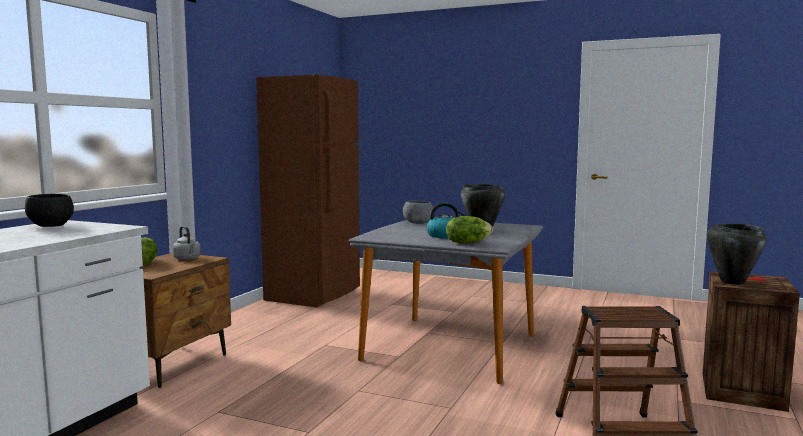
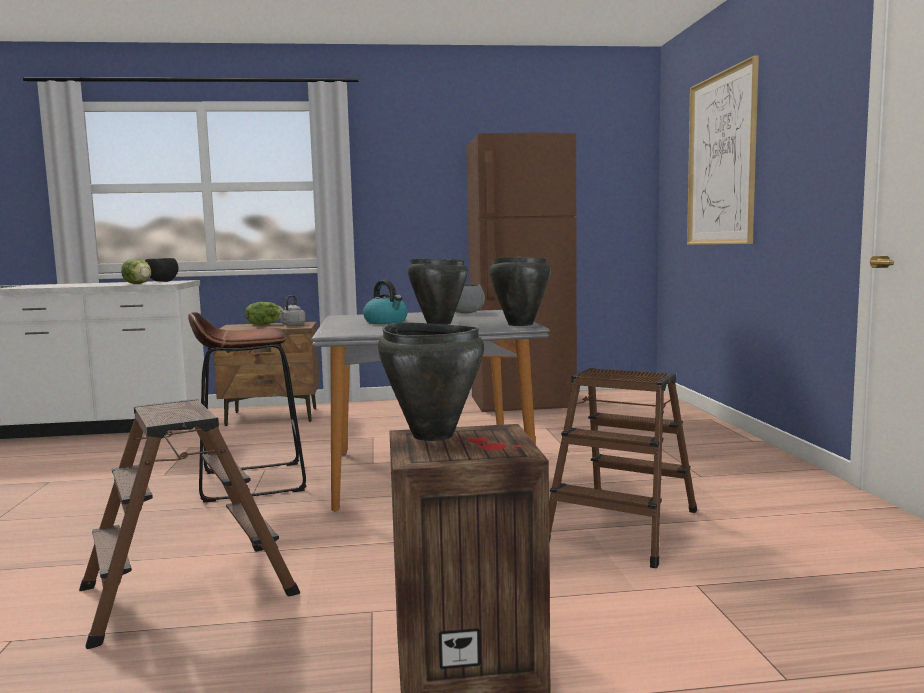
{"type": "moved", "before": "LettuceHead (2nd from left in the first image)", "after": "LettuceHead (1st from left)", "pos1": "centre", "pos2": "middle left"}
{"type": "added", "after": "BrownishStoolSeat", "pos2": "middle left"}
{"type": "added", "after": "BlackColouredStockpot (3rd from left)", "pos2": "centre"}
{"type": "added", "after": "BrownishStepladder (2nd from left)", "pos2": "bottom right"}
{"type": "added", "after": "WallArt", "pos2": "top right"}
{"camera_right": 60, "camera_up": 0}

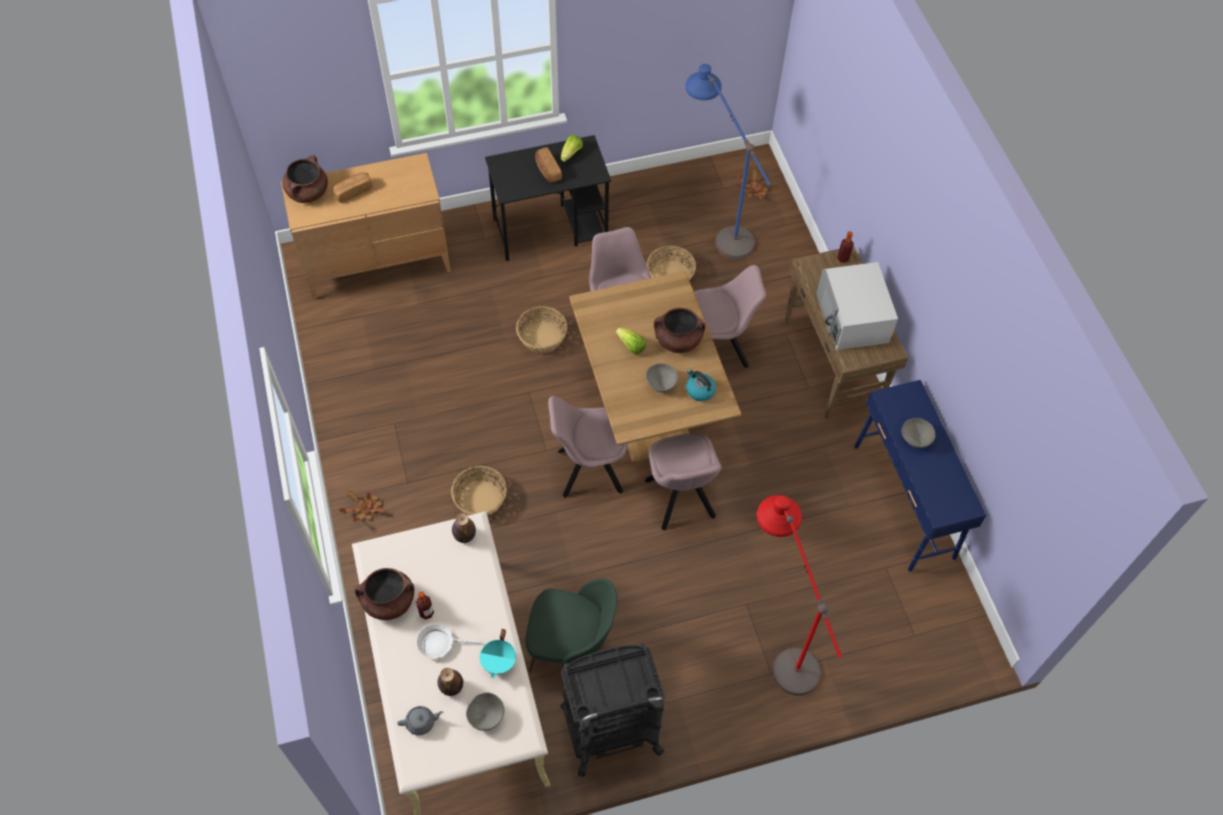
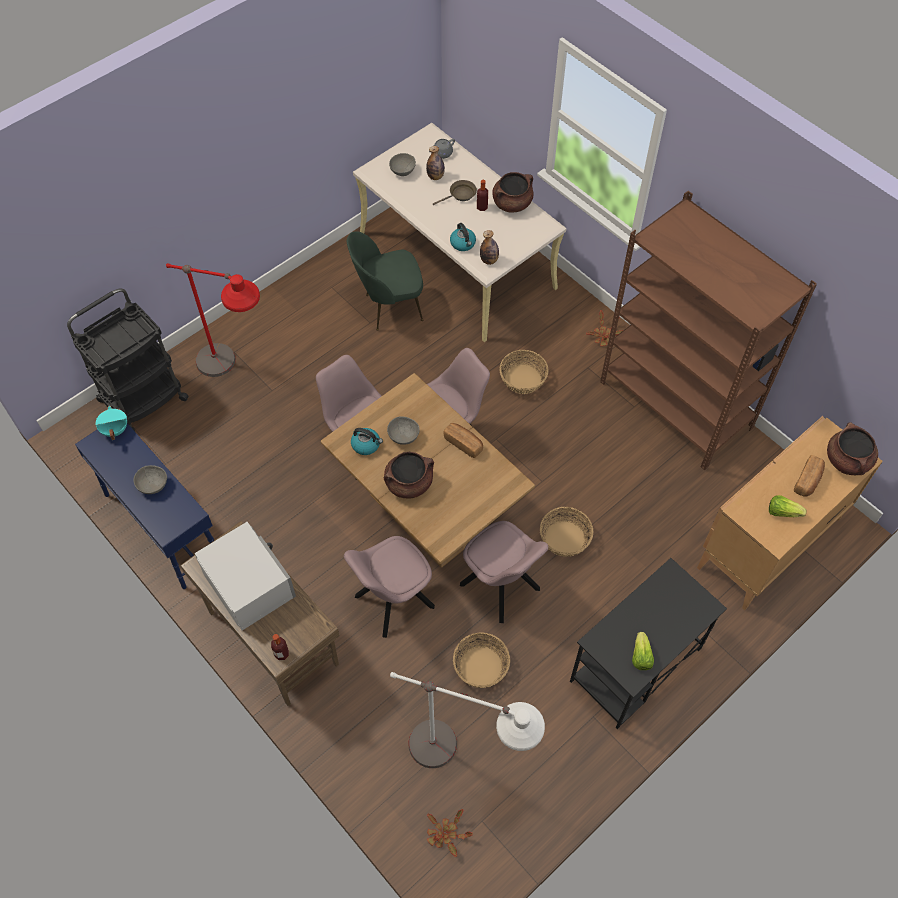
{"type": "recoloured", "before": "WhiteSkillet", "after": "BrownishSkillet", "pos1": "bottom centre", "pos2": "top centre"}
{"type": "moved", "before": "BlueGreenStockpot", "pos1": "bottom centre", "pos2": "middle left"}
{"type": "moved", "before": "Bread (2nd from left in the first image)", "after": "Bread (1st from left)", "pos1": "top centre", "pos2": "centre"}
{"type": "moved", "before": "BlackColouredTrolley", "pos1": "bottom centre", "pos2": "middle left"}
{"type": "moved", "before": "LettuceHead (2nd from left)", "pos1": "centre", "pos2": "middle right"}
{"type": "recoloured", "before": "BlueStandingLamp", "after": "WhiteStandingLamp", "pos1": "top centre", "pos2": "bottom centre"}
{"type": "added", "after": "TeaKettle (2nd from left)", "pos2": "top centre"}
{"type": "added", "after": "BrownishShelvingUnit", "pos2": "middle right"}
{"camera_right": 155, "camera_up": 0}

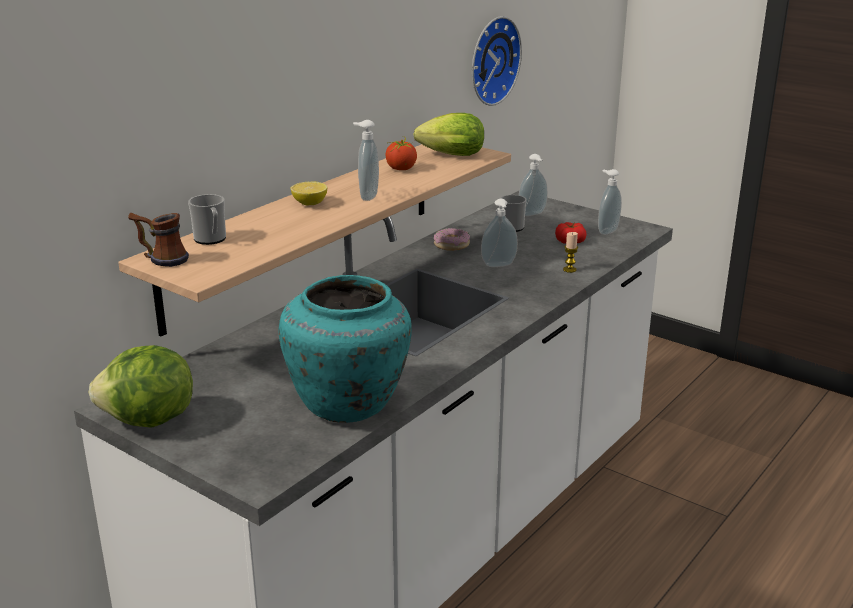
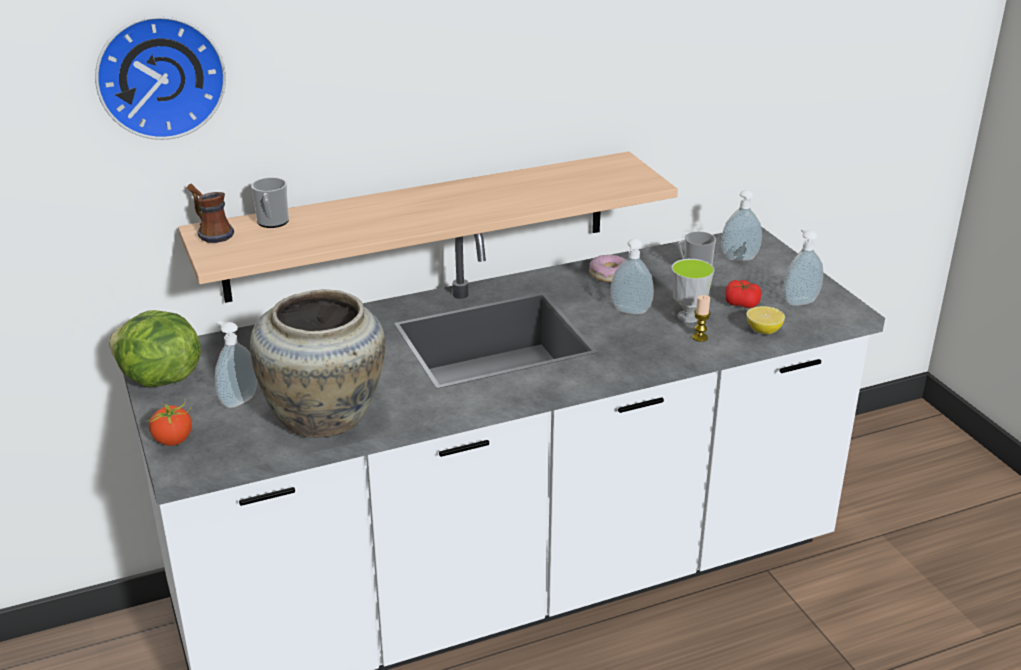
{"type": "recoloured", "before": "BlueGreenDecorativeVase", "after": "BeigeDecorativeVase", "pos1": "centre", "pos2": "middle left"}
{"type": "moved", "before": "CitrusFruit", "pos1": "top centre", "pos2": "middle right"}
{"type": "moved", "before": "SoapDispenser (1st from left)", "pos1": "top centre", "pos2": "middle left"}
{"type": "moved", "before": "FreshTomato (1st from left)", "pos1": "top centre", "pos2": "middle left"}
{"type": "removed", "before": "LettuceHead (2nd from left)", "pos1": "top centre"}
{"type": "moved", "before": "HangingClock", "pos1": "top centre", "pos2": "top left"}
{"type": "added", "after": "Cup", "pos2": "middle right"}
{"camera_right": 30, "camera_up": 5}

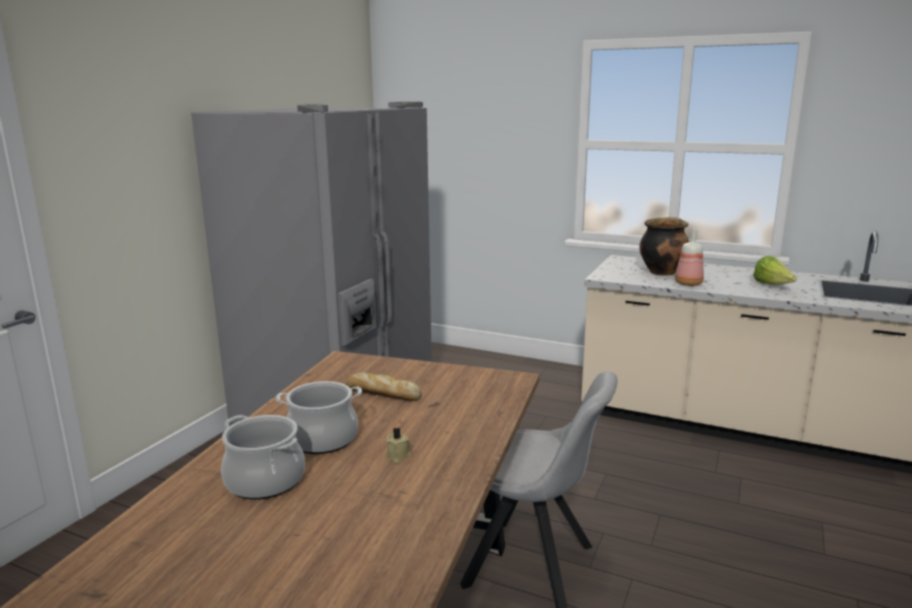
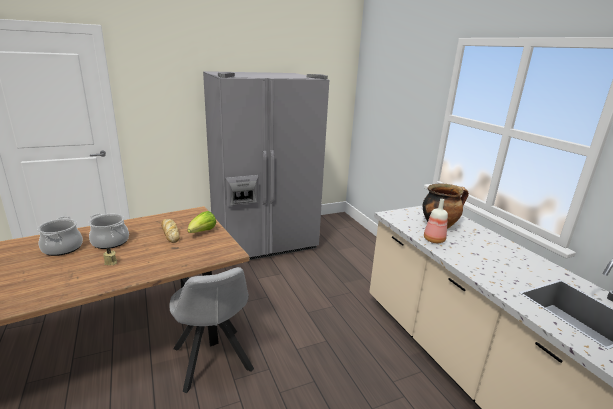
{"type": "moved", "before": "LettuceHead", "pos1": "middle right", "pos2": "middle left"}
{"camera_right": 40, "camera_up": 5}

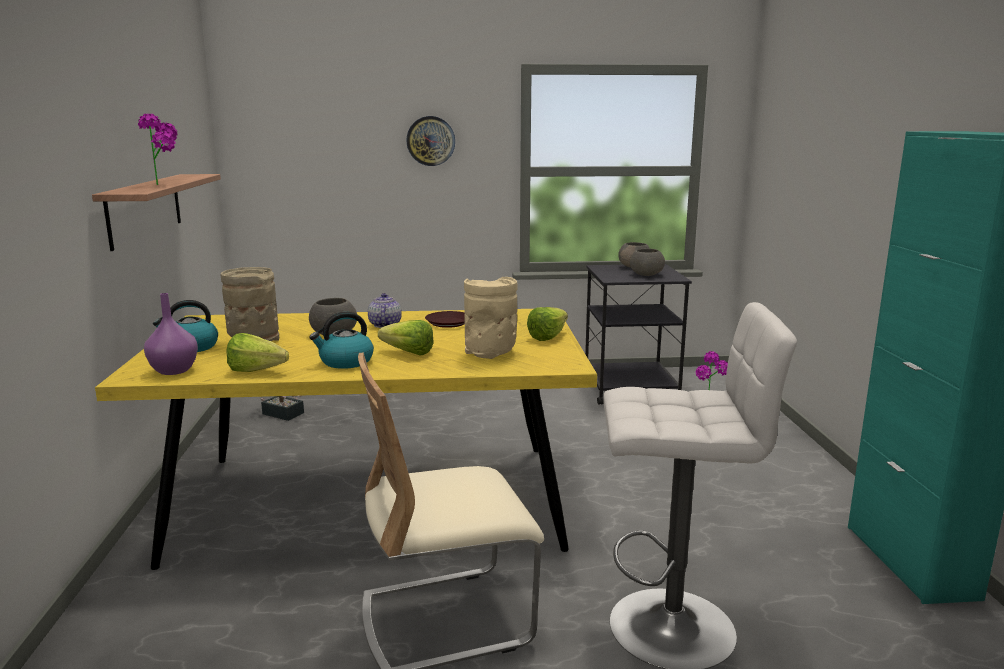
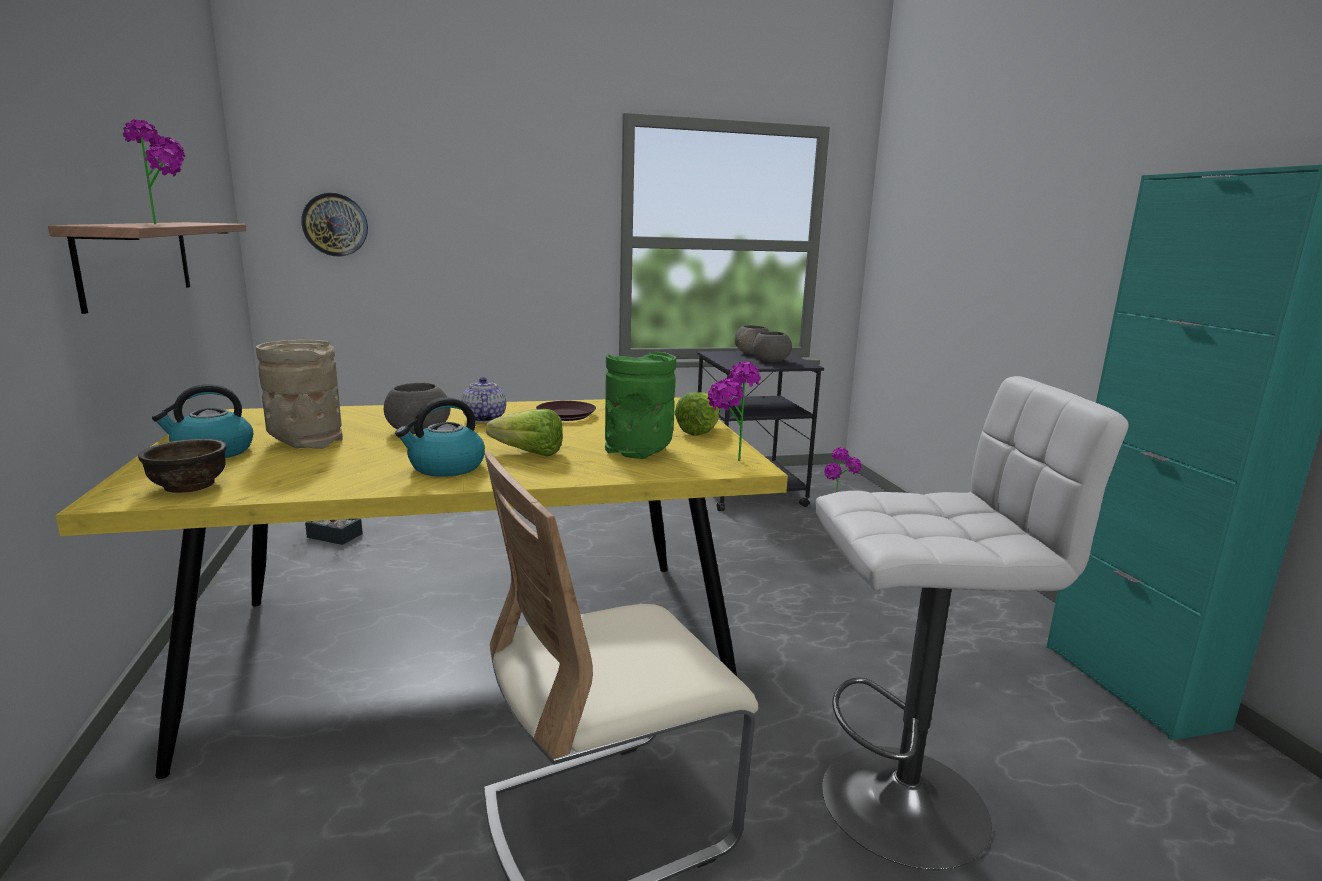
{"type": "replaced", "before": "PurpleColouredDecorativeVase", "after": "BrownishDeepDish", "pos1": "middle left", "pos2": "middle left"}
{"type": "removed", "before": "LettuceHead (1st from left)", "pos1": "middle left"}
{"type": "moved", "before": "HangingClock", "pos1": "top centre", "pos2": "top left"}
{"type": "recoloured", "before": "BeigeDecorativeVase (2nd from left)", "after": "GreenishDecorativeVase", "pos1": "centre", "pos2": "centre"}
{"type": "added", "after": "Houseplant (3rd from left)", "pos2": "centre"}
{"camera_right": -10, "camera_up": 0}

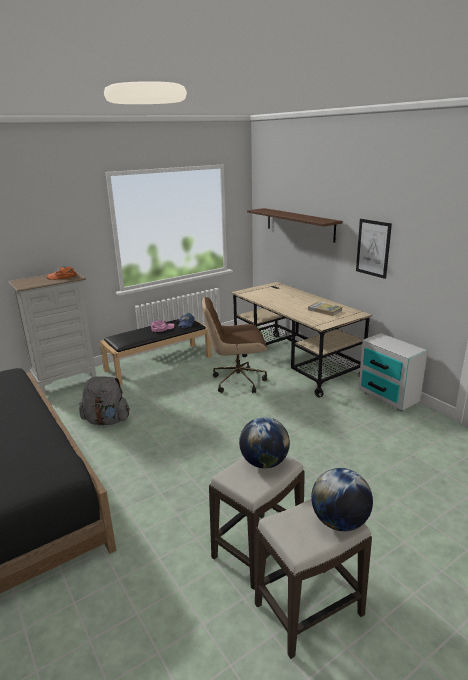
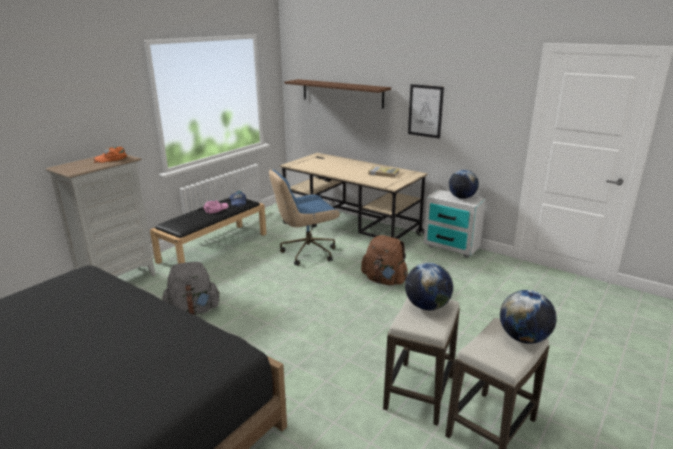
{"type": "recoloured", "before": "BrownishOfficeChair", "after": "BlueOfficeChair", "pos1": "centre", "pos2": "centre"}
{"type": "added", "after": "BrownishRucksack", "pos2": "centre"}
{"type": "added", "after": "DeskGlobe (2nd from left)", "pos2": "middle right"}
{"camera_right": -20, "camera_up": 0}

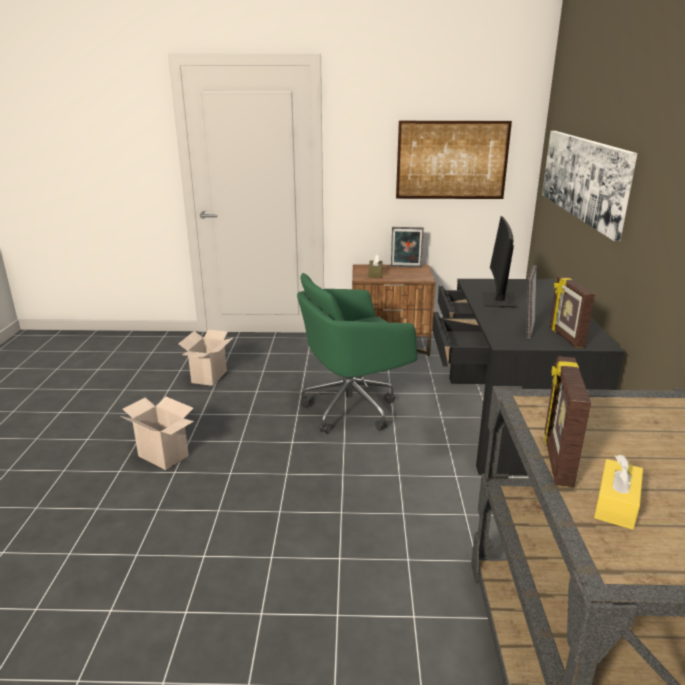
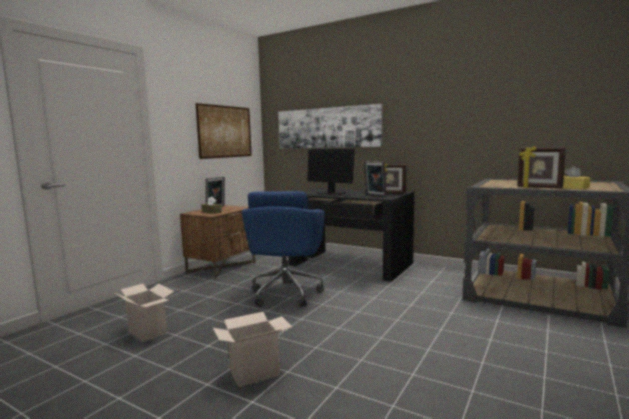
{"type": "recoloured", "before": "GreenishOfficeChair", "after": "BlueOfficeChair", "pos1": "centre", "pos2": "centre"}
{"camera_right": -60, "camera_up": -15}

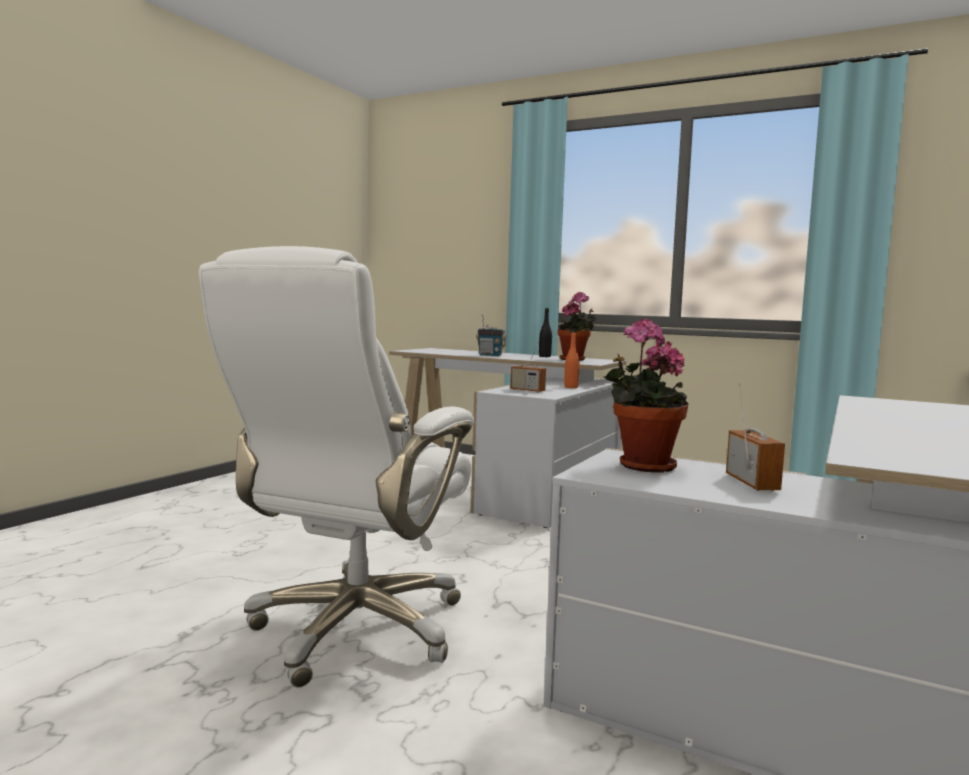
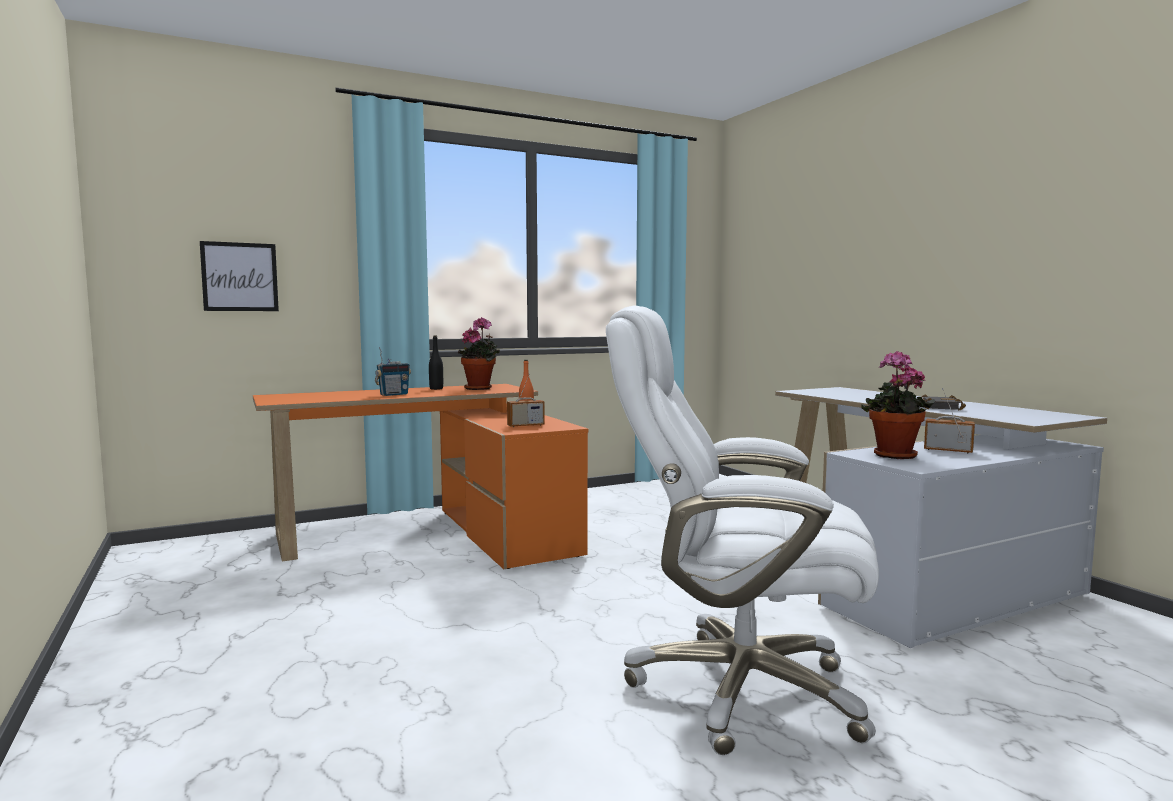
{"type": "turned", "before": "WhiteOfficeChair", "pos1": "centre", "pos2": "centre", "turn": 135}
{"type": "recoloured", "before": "WhiteDeskUnit (1st from left)", "after": "OrangeDeskUnit", "pos1": "centre", "pos2": "centre"}
{"type": "added", "after": "WallArt", "pos2": "middle left"}
{"type": "added", "after": "BlackColouredBook", "pos2": "middle right"}
{"camera_right": -55, "camera_up": 0}

